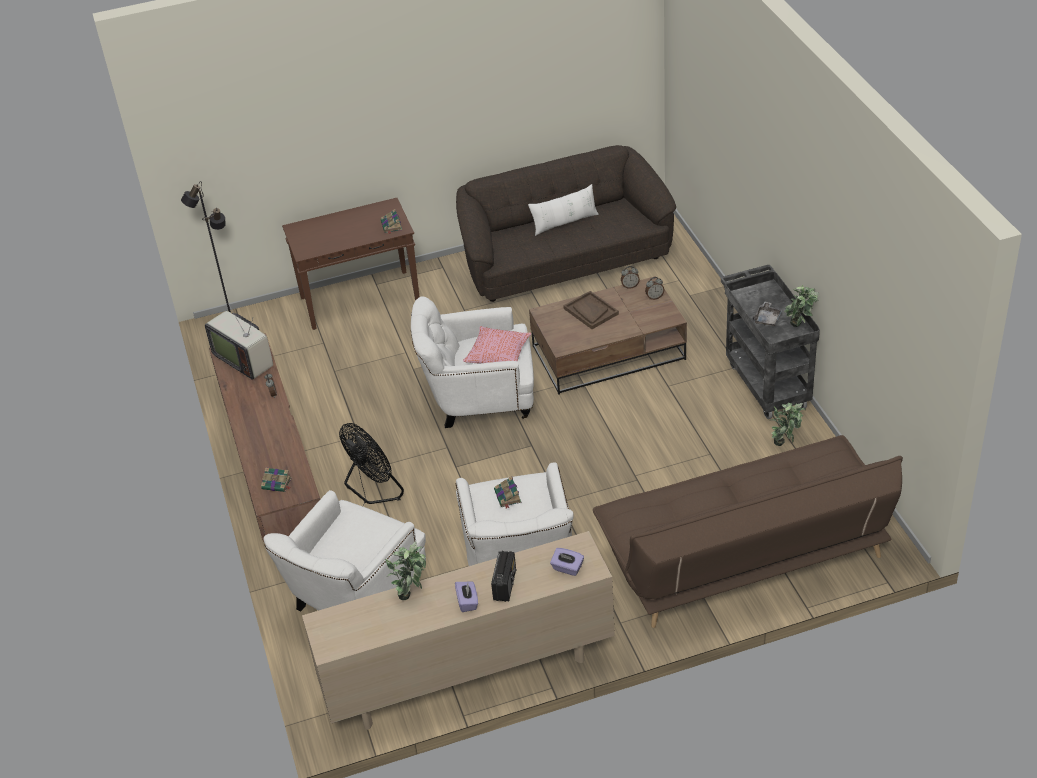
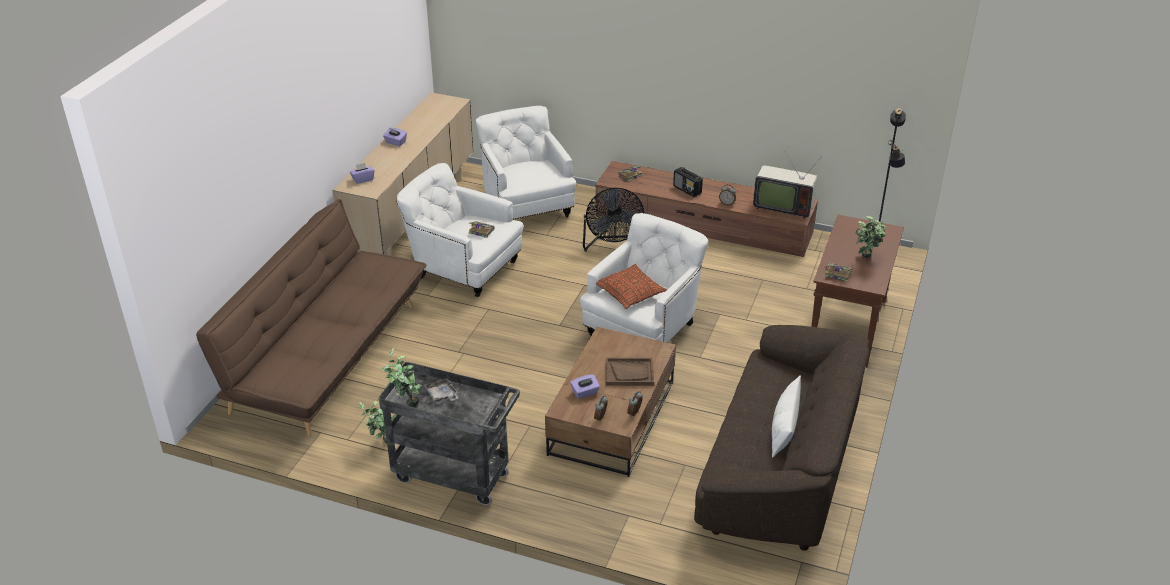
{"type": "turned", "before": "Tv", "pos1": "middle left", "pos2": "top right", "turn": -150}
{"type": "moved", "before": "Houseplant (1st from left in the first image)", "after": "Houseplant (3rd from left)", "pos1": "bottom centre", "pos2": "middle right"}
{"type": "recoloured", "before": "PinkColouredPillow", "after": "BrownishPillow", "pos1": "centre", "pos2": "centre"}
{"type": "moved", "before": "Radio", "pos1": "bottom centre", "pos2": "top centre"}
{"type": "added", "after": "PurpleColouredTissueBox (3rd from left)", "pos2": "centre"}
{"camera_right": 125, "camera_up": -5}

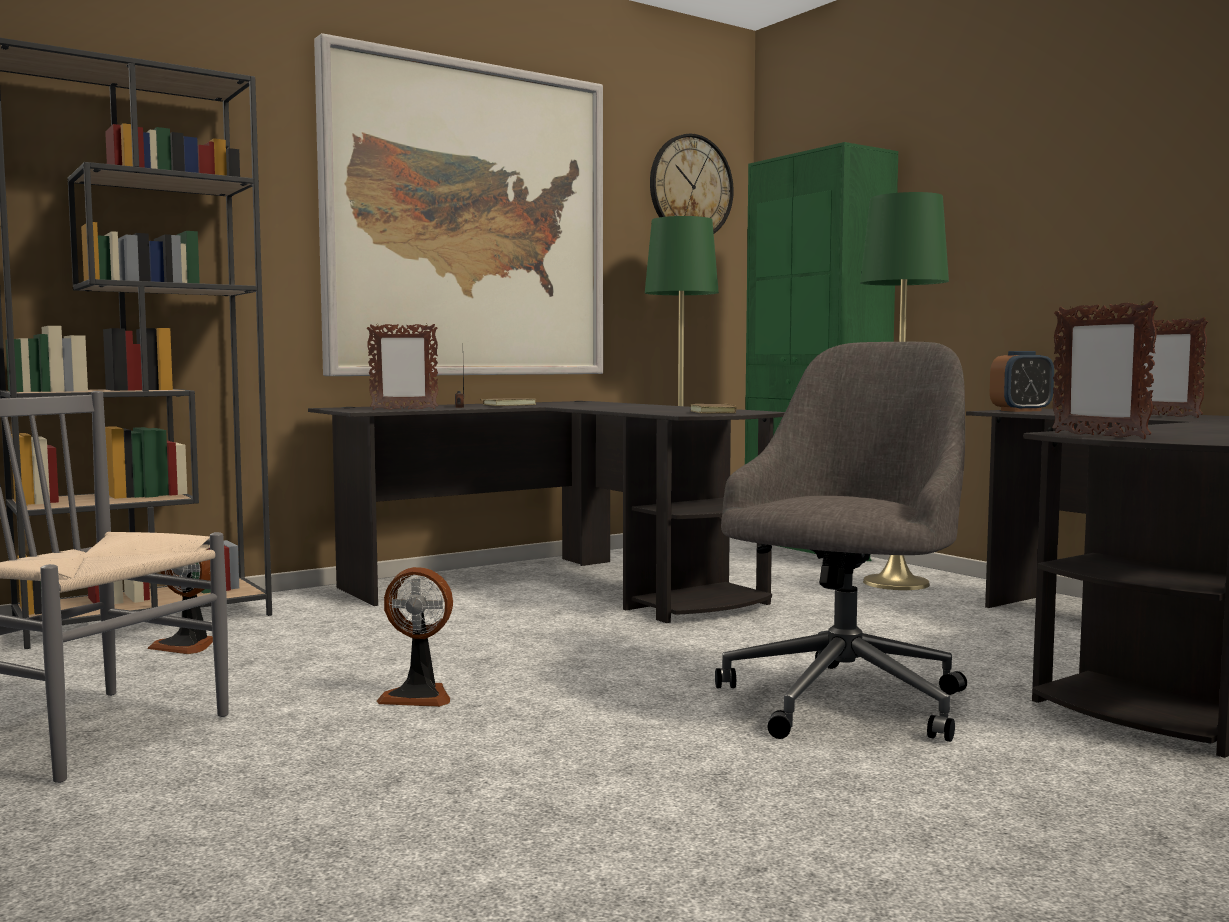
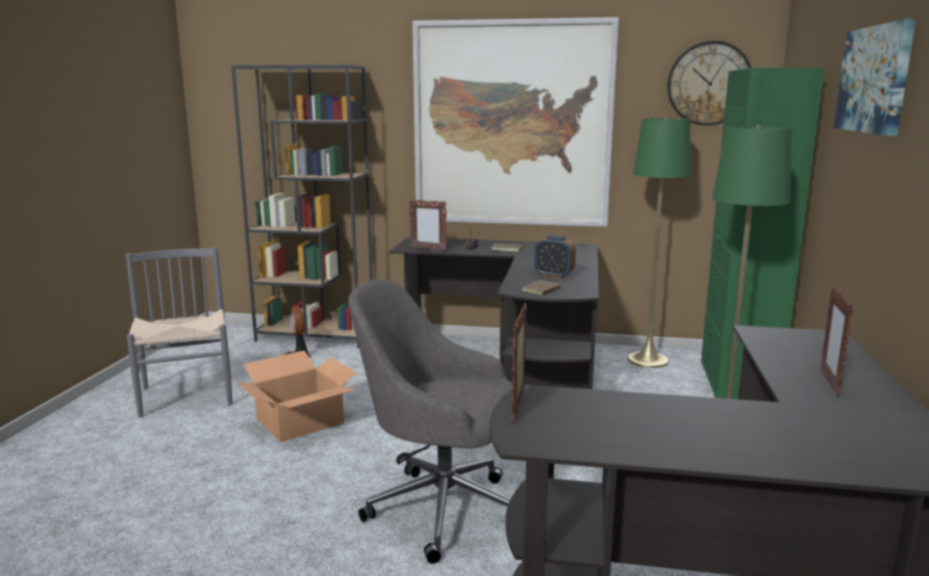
{"type": "replaced", "before": "Fan (2nd from left)", "after": "CardboardBox", "pos1": "bottom centre", "pos2": "bottom left"}
{"type": "turned", "before": "GreyOfficeChair", "pos1": "middle right", "pos2": "bottom centre", "turn": -150}
{"type": "moved", "before": "TableClock", "pos1": "middle right", "pos2": "centre"}
{"type": "added", "after": "WallArt (2nd from left)", "pos2": "top right"}
{"camera_right": 45, "camera_up": 10}

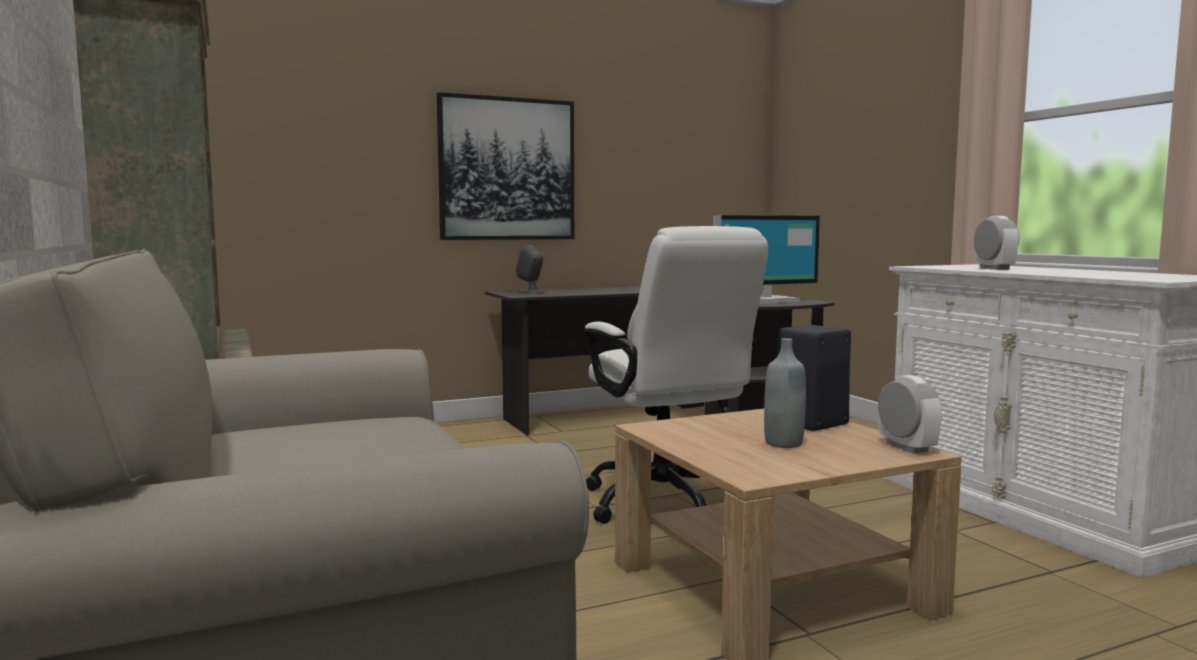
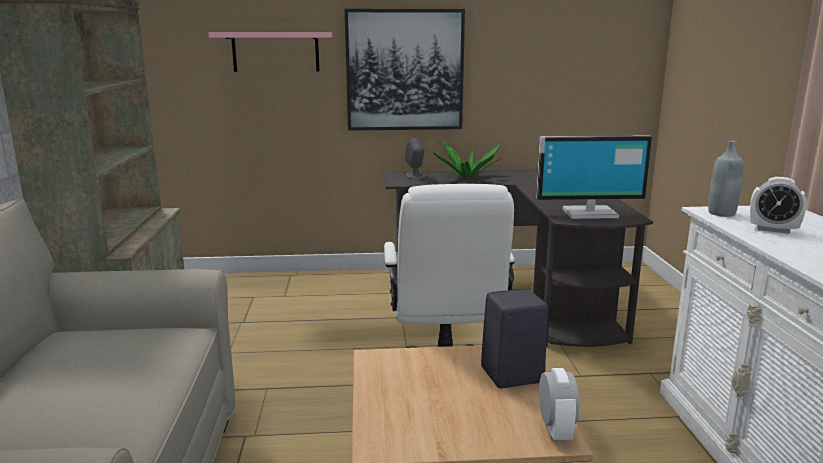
{"type": "moved", "before": "GreyBottle", "pos1": "centre", "pos2": "middle right"}
{"type": "turned", "before": "TableClock (2nd from left)", "pos1": "middle right", "pos2": "middle right", "turn": 105}
{"type": "added", "after": "PinkColouredShelf", "pos2": "top left"}
{"type": "added", "after": "Houseplant", "pos2": "centre"}
{"camera_right": 20, "camera_up": 10}

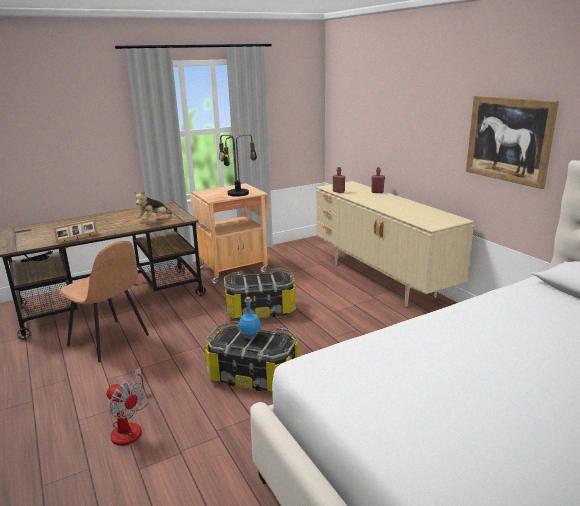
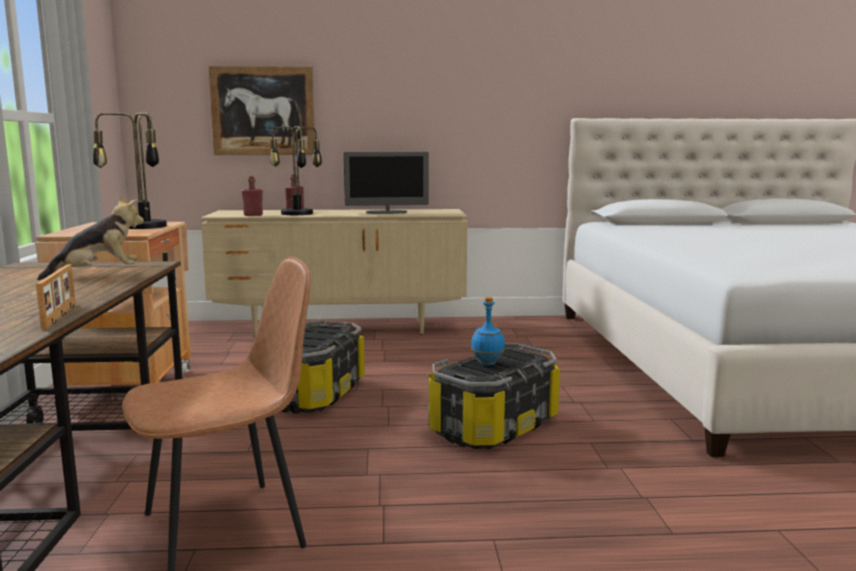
{"type": "removed", "before": "Fan", "pos1": "bottom left"}
{"type": "turned", "before": "CuddlyToy", "pos1": "middle left", "pos2": "middle left", "turn": -90}
{"type": "moved", "before": "WallArt", "pos1": "top right", "pos2": "top left"}
{"type": "added", "after": "TableLamp (2nd from left)", "pos2": "top centre"}
{"type": "added", "after": "Monitor", "pos2": "top centre"}
{"camera_right": -65, "camera_up": -10}

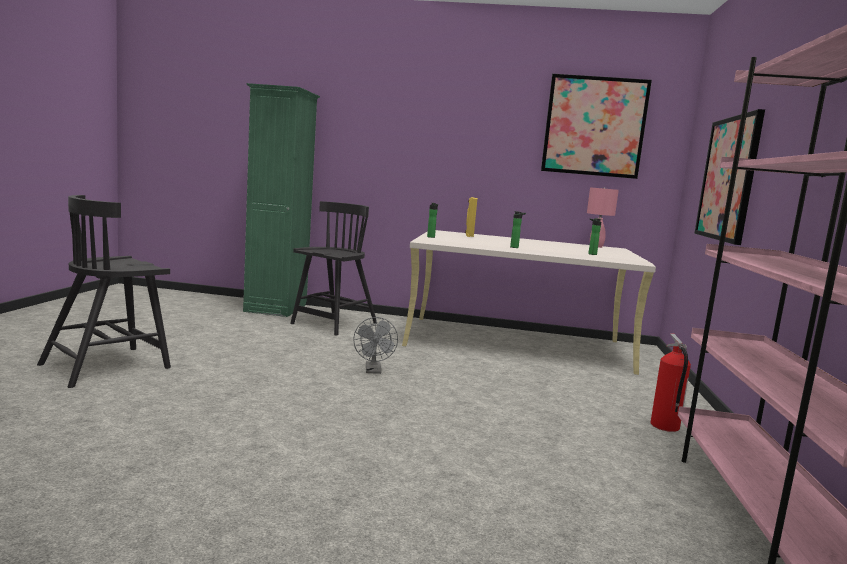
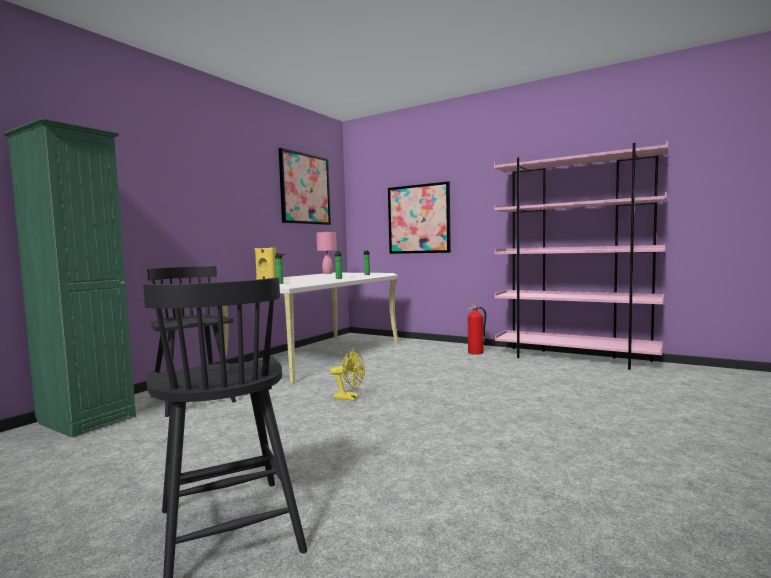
{"type": "recoloured", "before": "GreyFan", "after": "YellowColouredFan", "pos1": "centre", "pos2": "centre"}
{"camera_right": -65, "camera_up": -5}

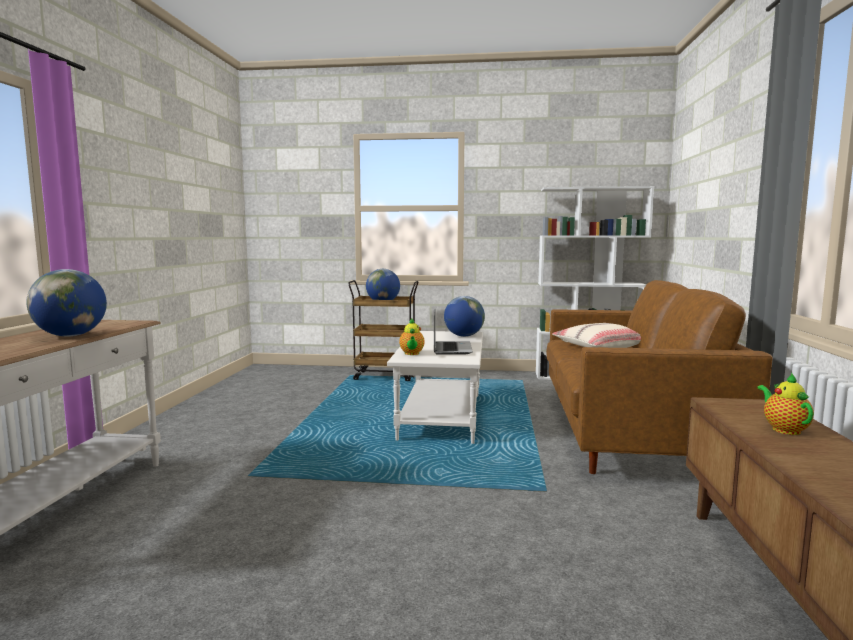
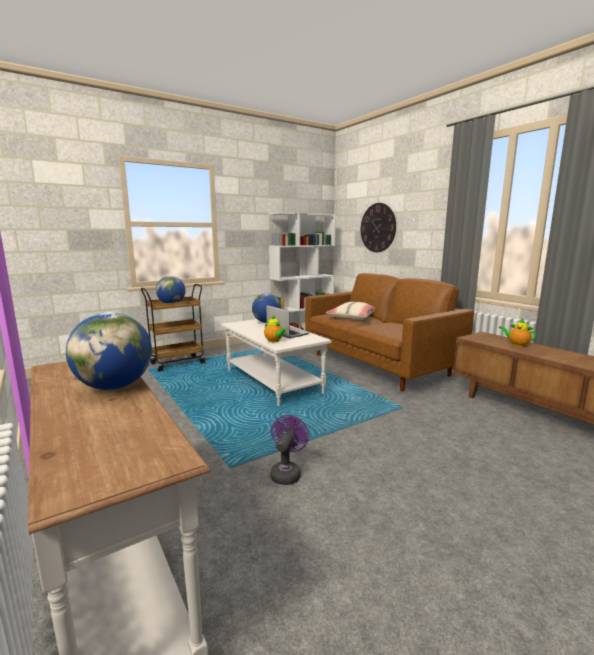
{"type": "added", "after": "PurpleColouredFan", "pos2": "bottom centre"}
{"type": "added", "after": "HangingClock", "pos2": "centre"}
{"camera_right": -40, "camera_up": 5}

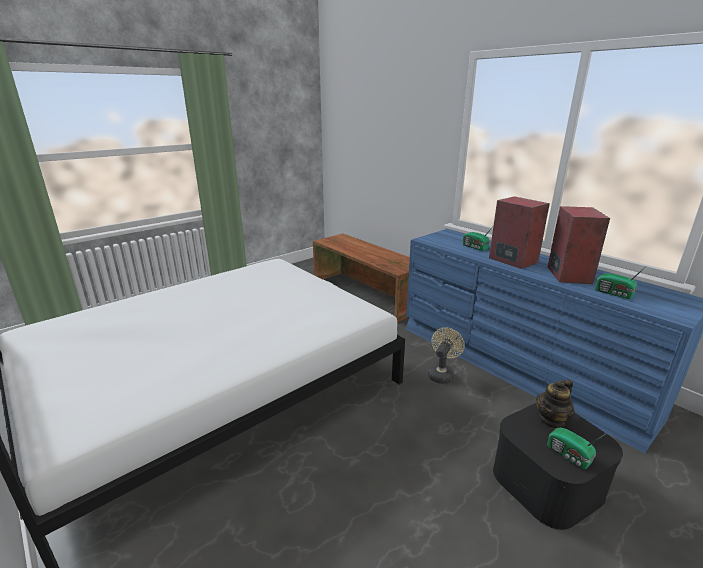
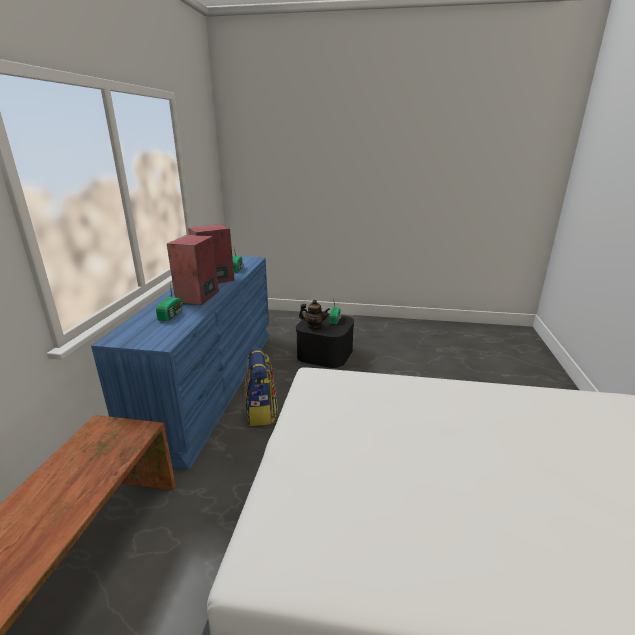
{"type": "replaced", "before": "BeigeFan", "after": "Rucksack", "pos1": "centre", "pos2": "centre"}
{"camera_right": -130, "camera_up": 0}

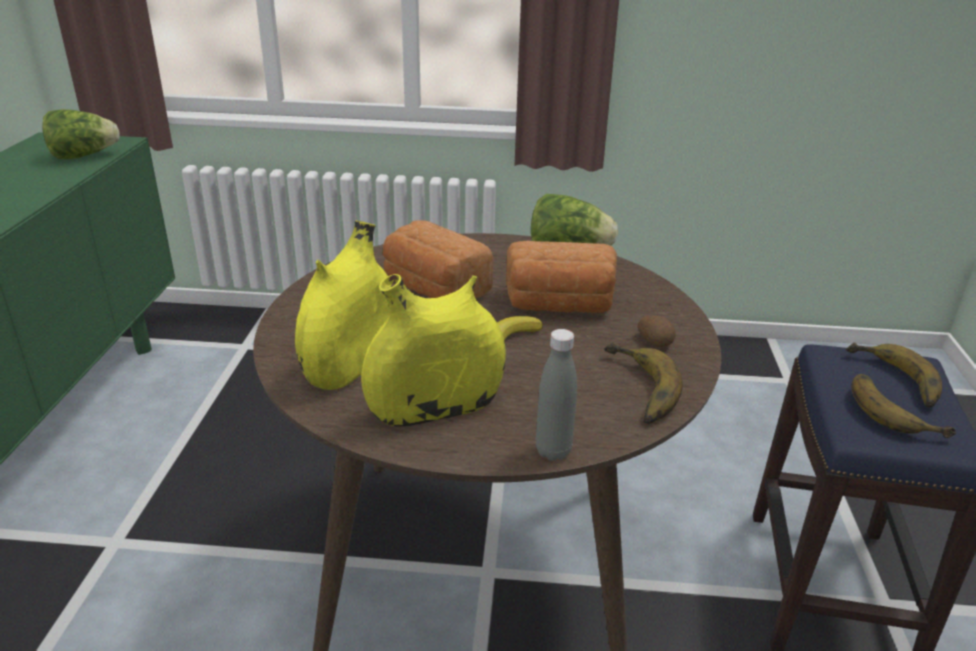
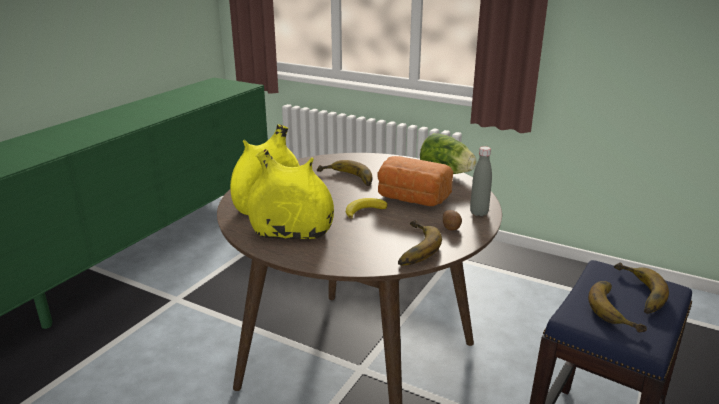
{"type": "removed", "before": "LettuceHead (1st from left)", "pos1": "top left"}
{"type": "replaced", "before": "Bread (1st from left)", "after": "WholeBanana (1st from left)", "pos1": "centre", "pos2": "centre"}
{"type": "moved", "before": "GreyBottle", "pos1": "centre", "pos2": "middle right"}
{"camera_right": 25, "camera_up": -5}

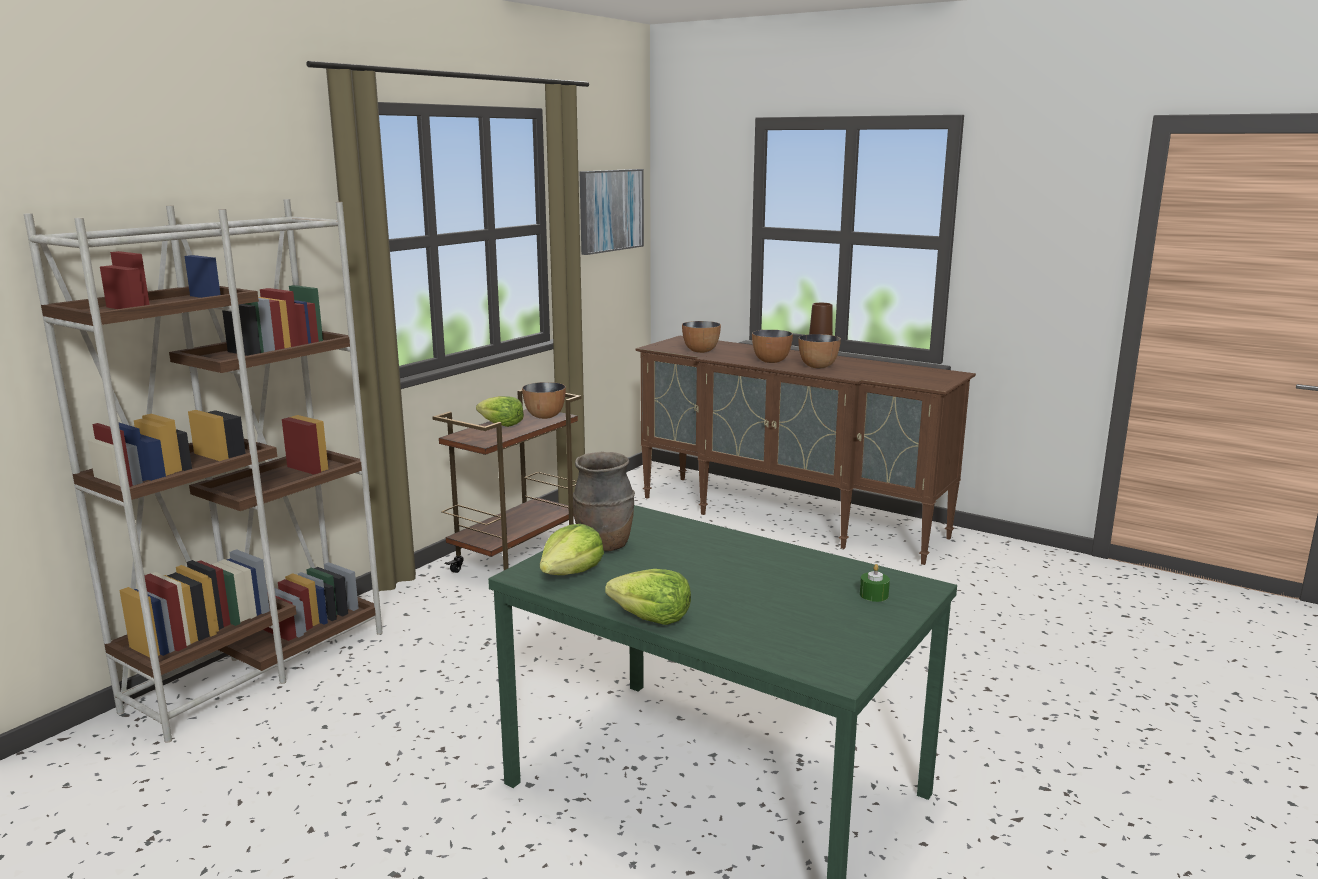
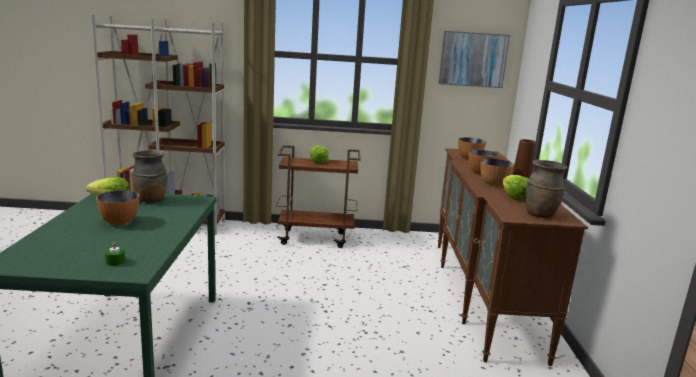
{"type": "moved", "before": "DeepDish (1st from left)", "pos1": "centre", "pos2": "middle left"}
{"type": "moved", "before": "LettuceHead (3rd from left)", "pos1": "bottom centre", "pos2": "middle right"}
{"type": "added", "after": "BrownishDecorativeVase (3rd from left)", "pos2": "middle right"}
{"camera_right": 55, "camera_up": 0}

